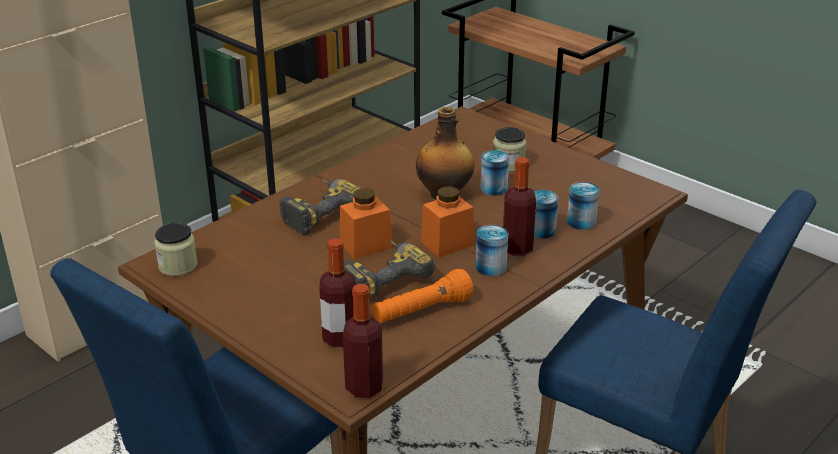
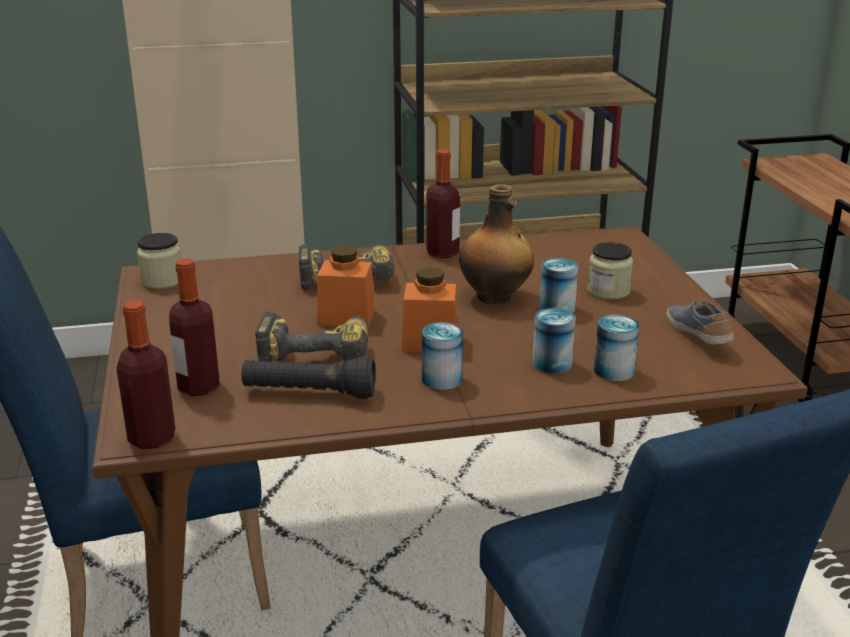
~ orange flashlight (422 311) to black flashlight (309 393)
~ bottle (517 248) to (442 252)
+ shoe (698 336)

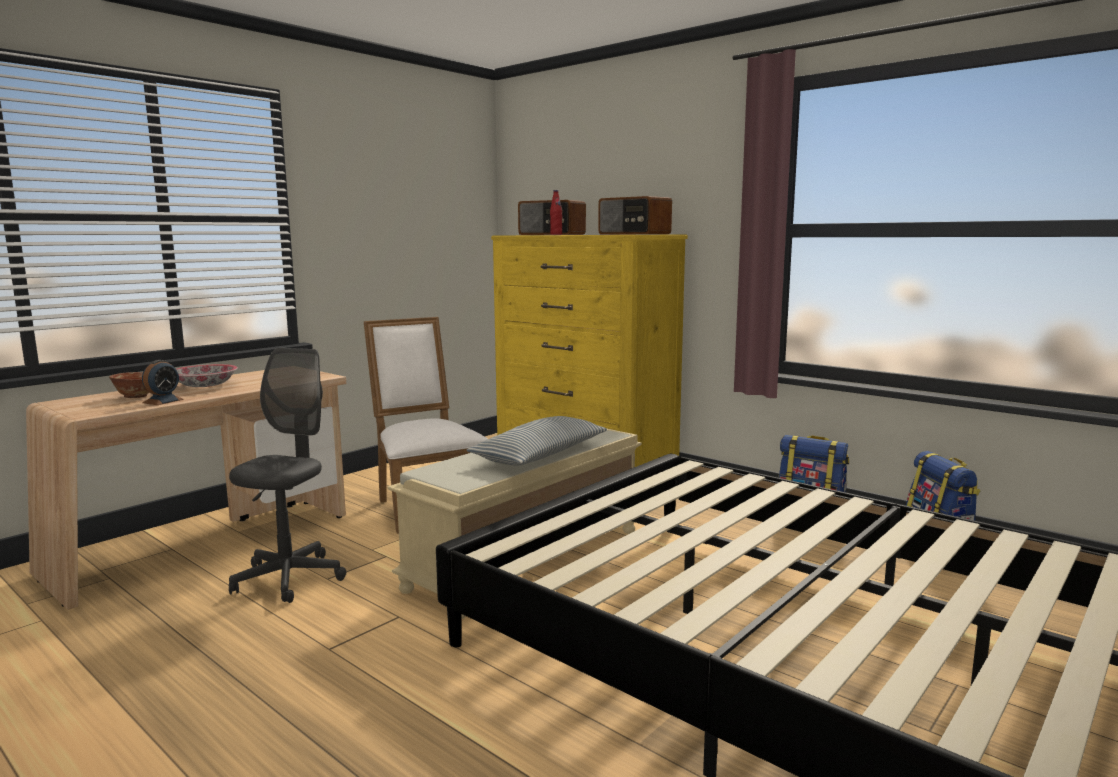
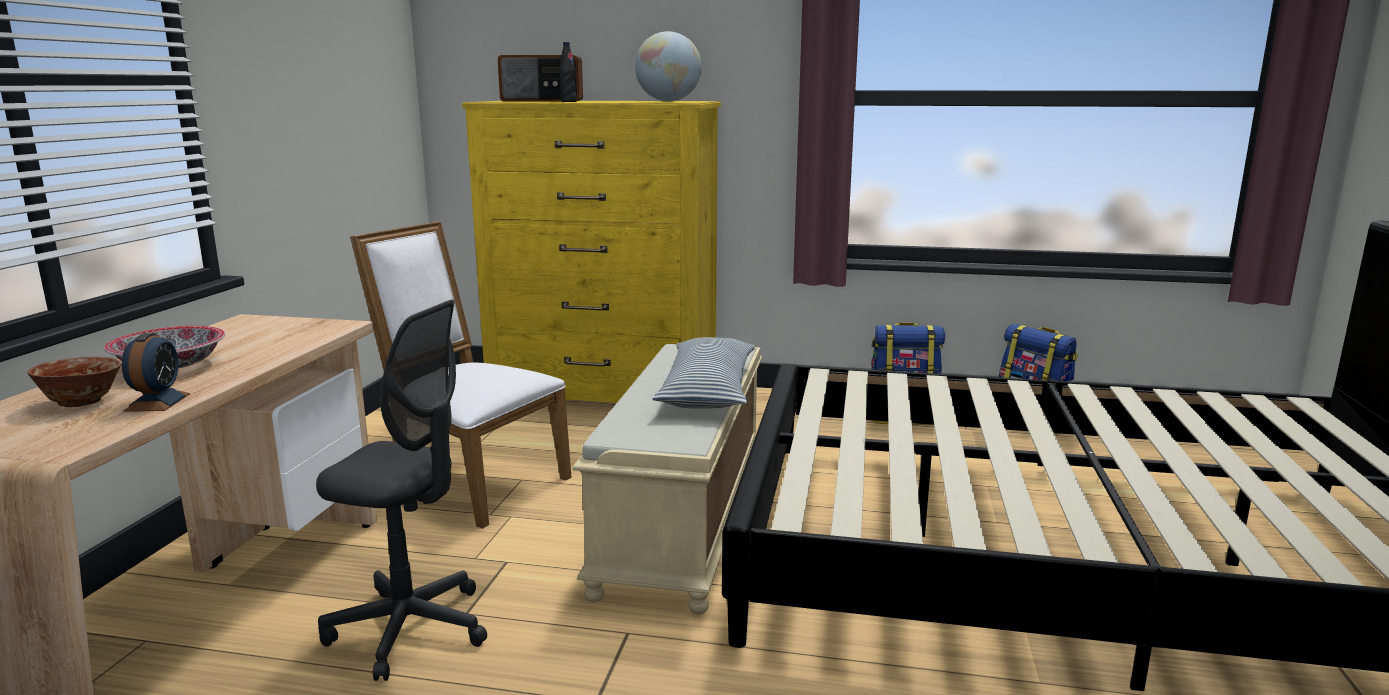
~ grey office chair (289 579) = (410 629) 120 degrees clockwise
~ red bottle (556 234) to black bottle (568 102)
~ radio (634 234) to globe (668 101)

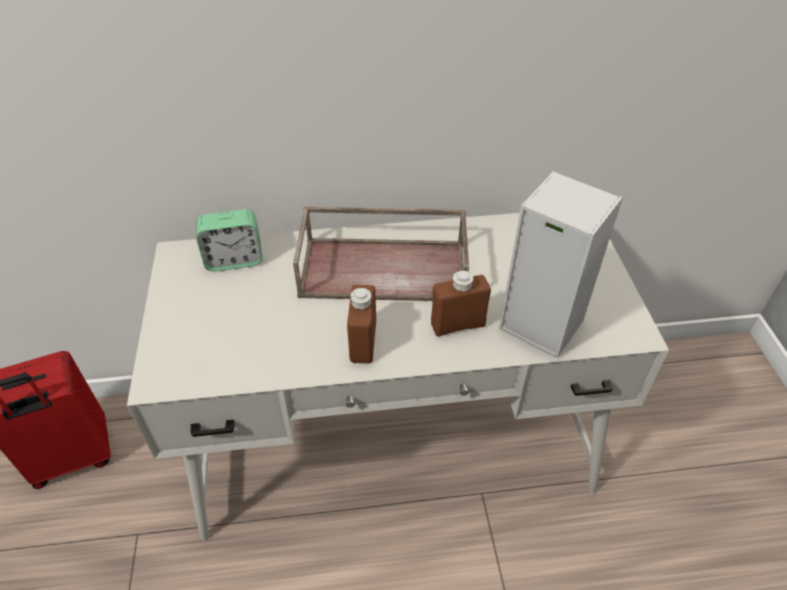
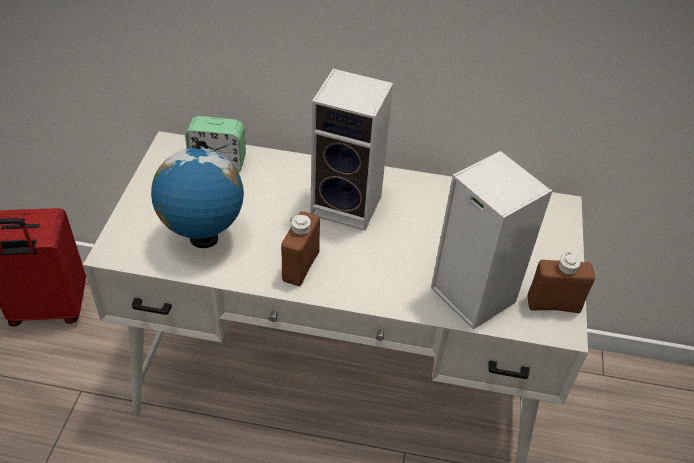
~ brown tray (385 268) to speaker (349 205)
~ brown bottle (457 325) to (553 304)
+ globe (203 239)

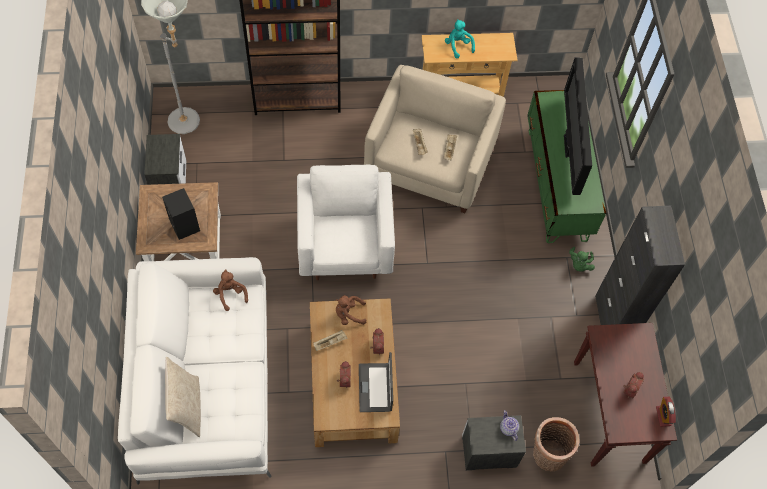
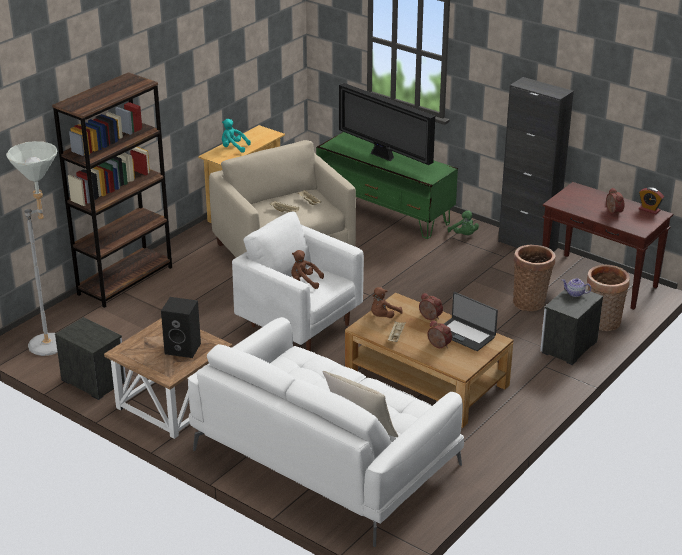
~ brown plush toy (230 294) to (304 282)
+ basket (530 302)

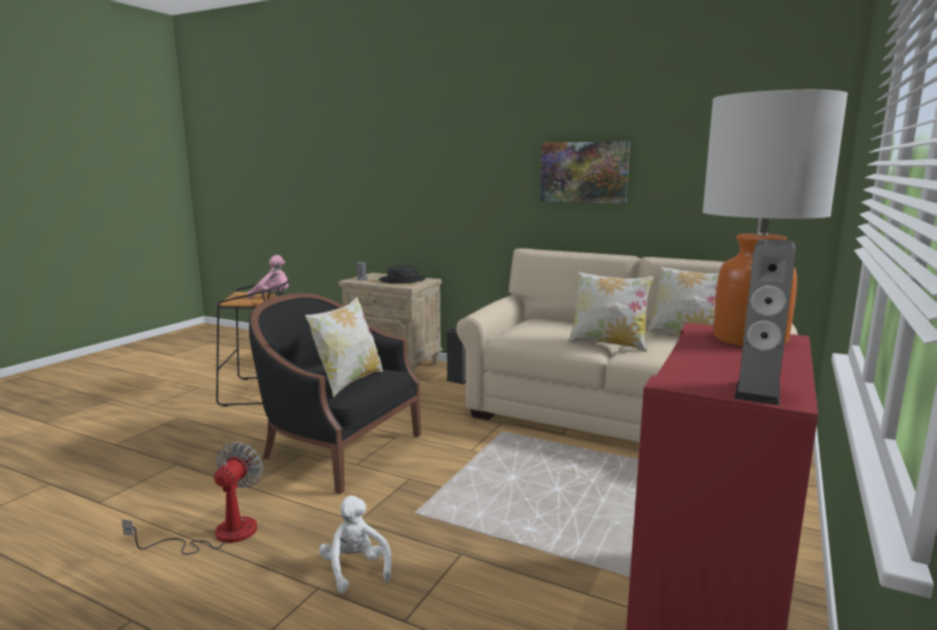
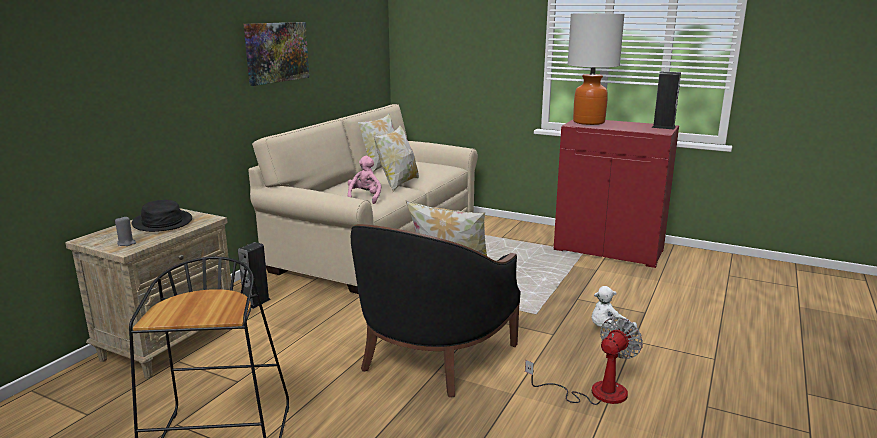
~ fan (219 535) = (595 392) 120 degrees clockwise
~ pink plush toy (273 296) to (365 198)

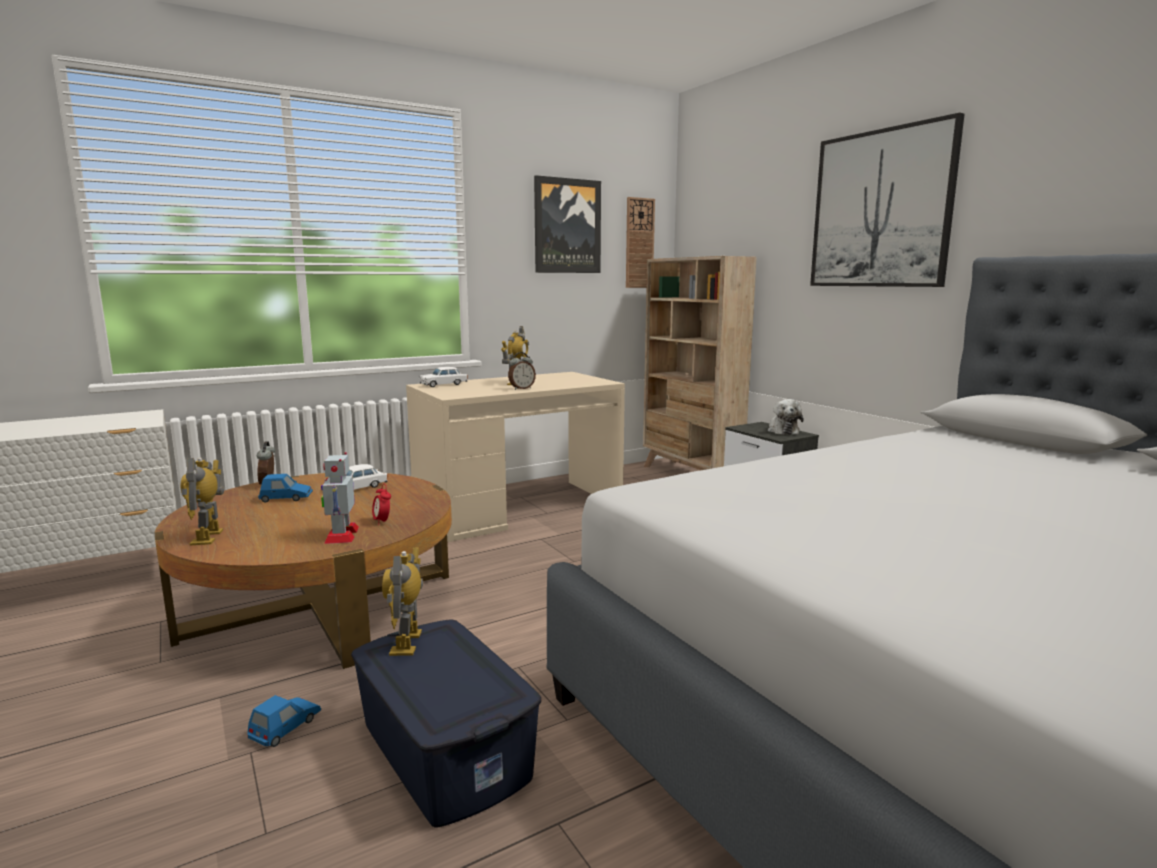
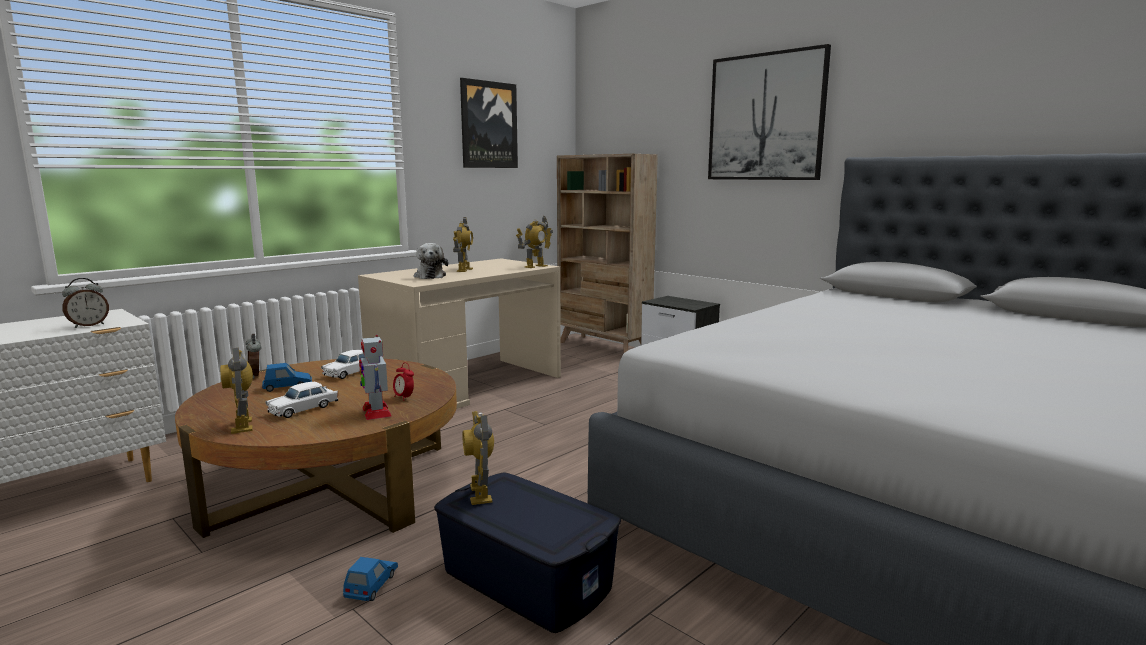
~ white toy car (444 384) to (303 409)
~ alarm clock (521 388) to (88 325)
- wall clock (639 243)
~ plush toy (782 430) to (430 276)
+ toy robot (535 266)

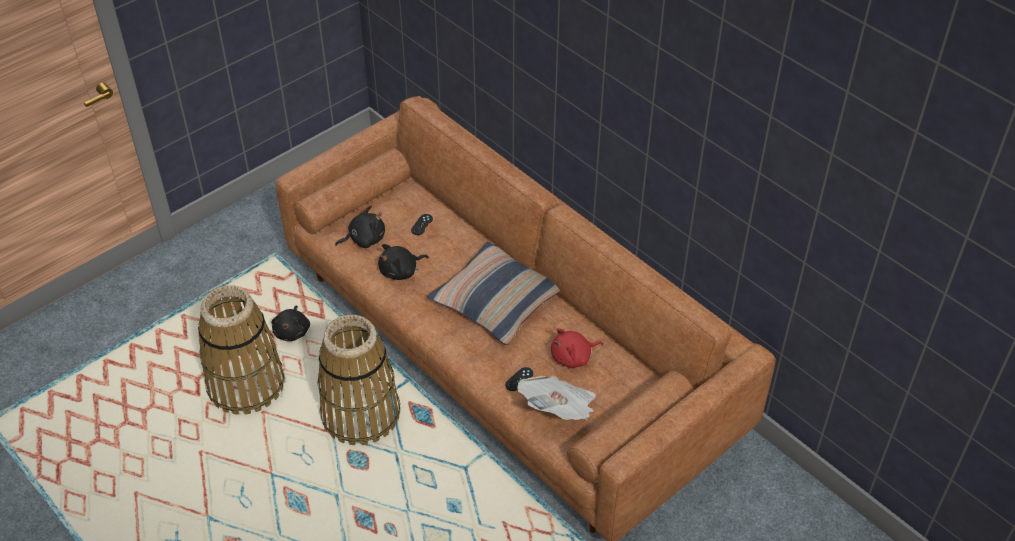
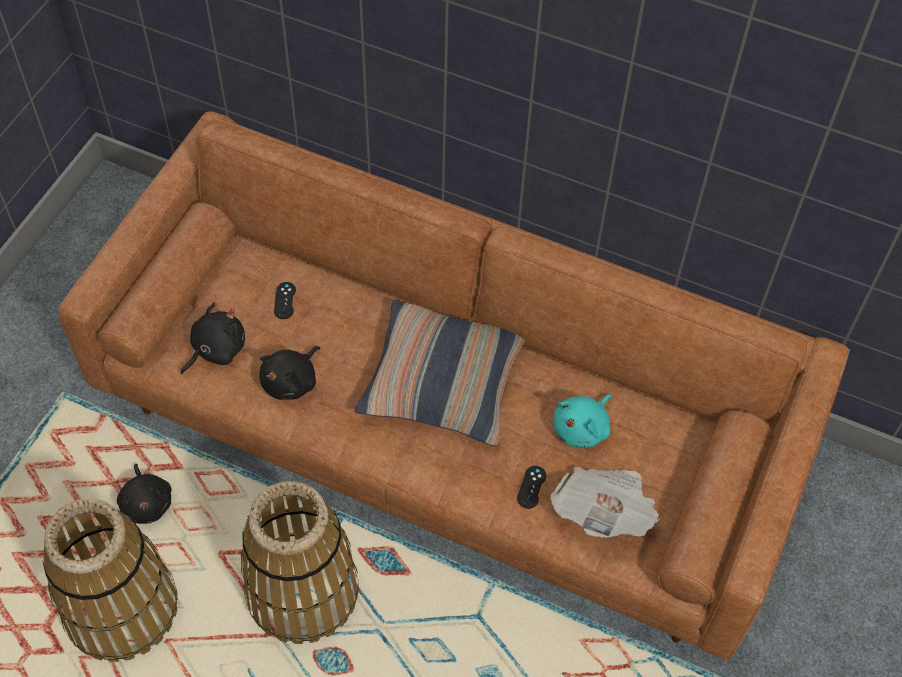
~ red plush toy (573 357) to turquoise plush toy (582 428)

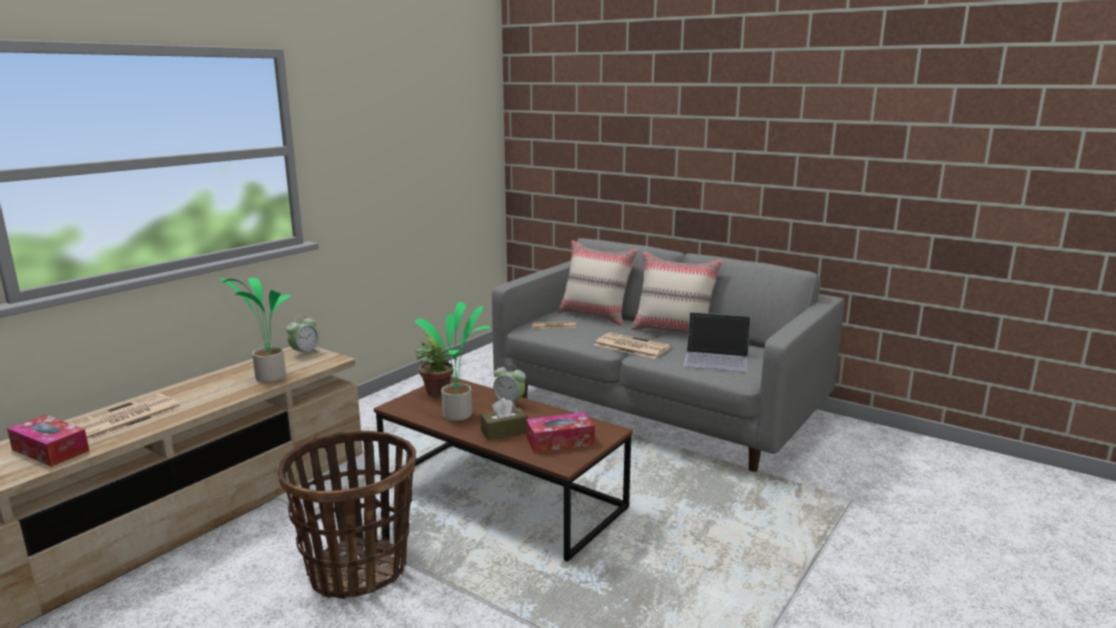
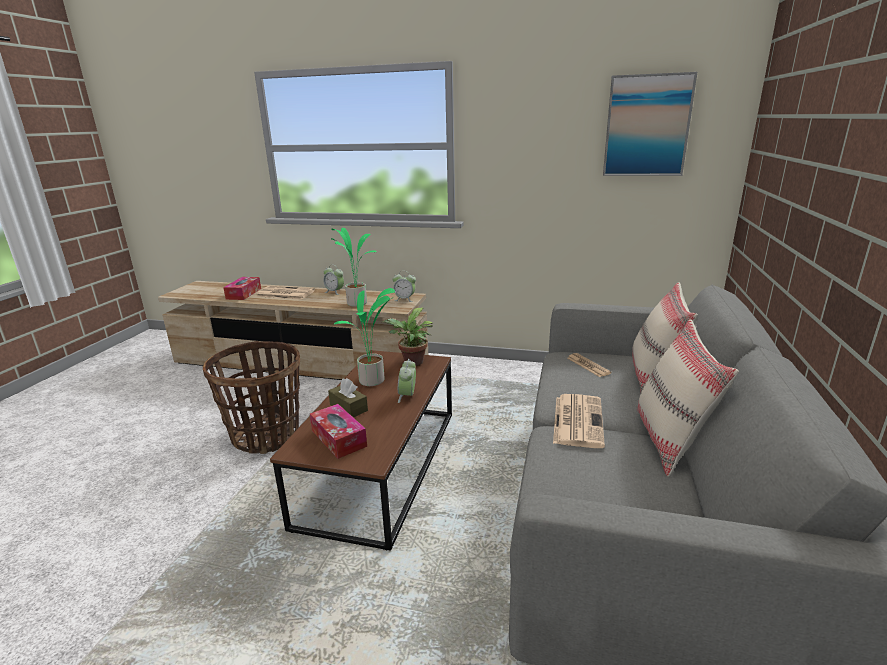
- laptop (717 359)
+ alarm clock (335 292)
+ picture (647 126)

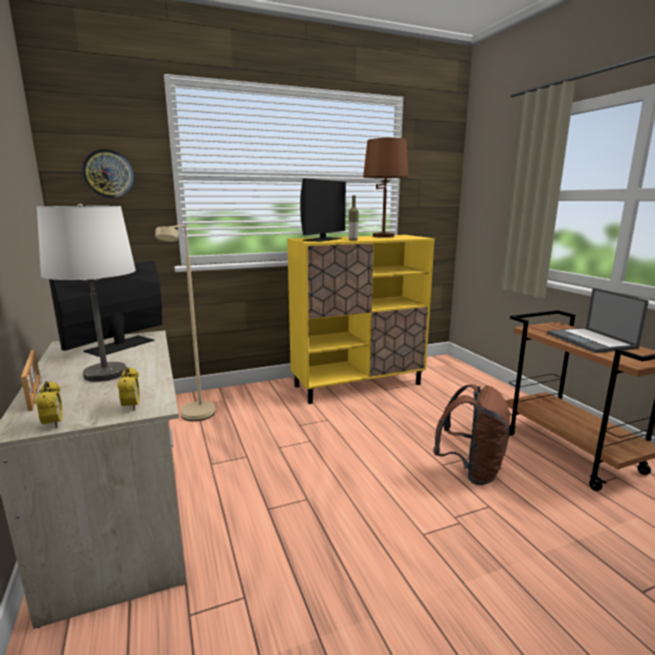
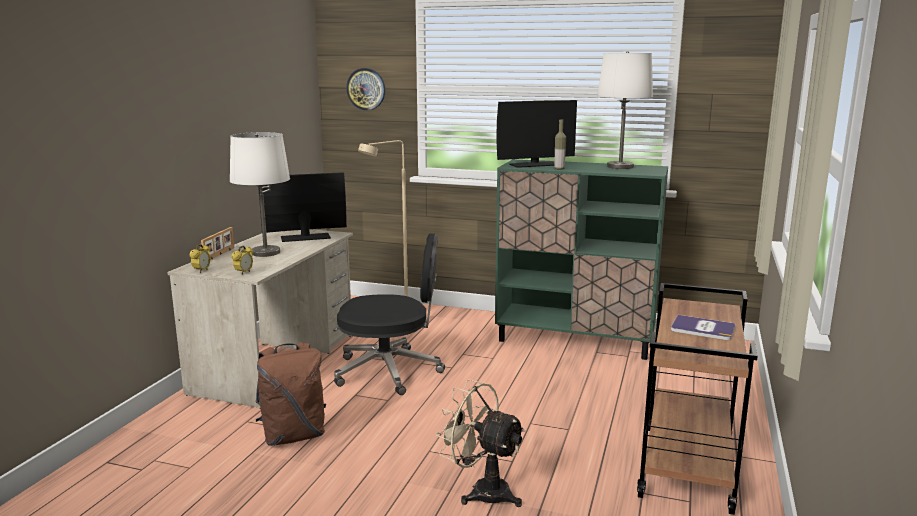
~ yellow cabinet (358 385) to green cabinet (575 340)
~ brown table lamp (383 236) to white table lamp (620 167)
~ brown backpack (471 470) to (293 436)
~ laptop (591 341) to book (702 329)
+ black office chair (390 371)
+ beige fan (482 491)

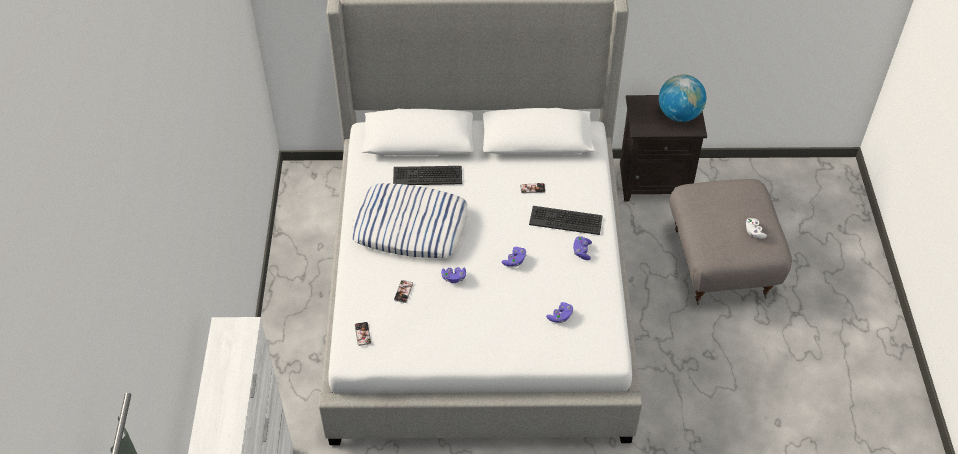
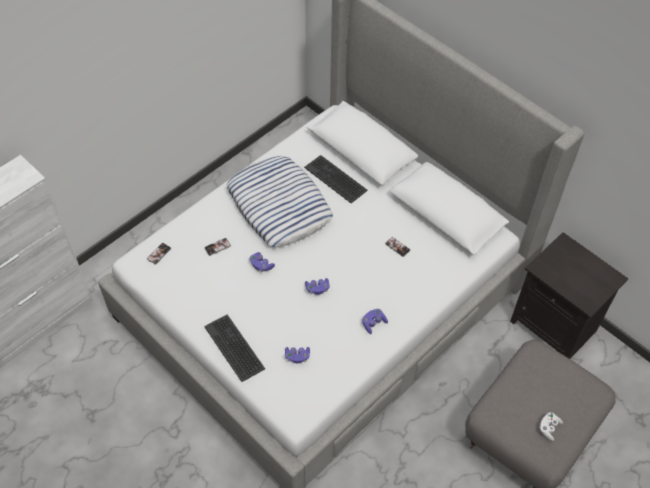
~ keyboard (566 220) to (235 347)
- globe (679 115)

